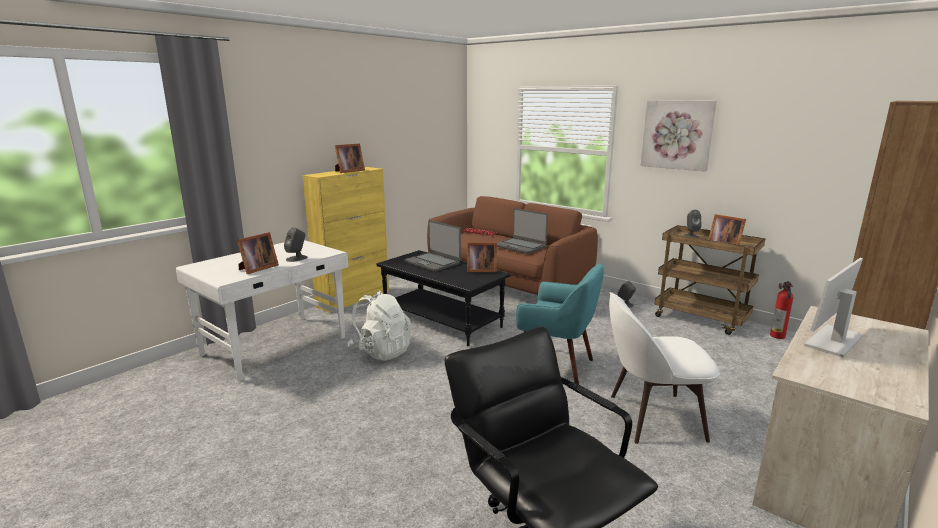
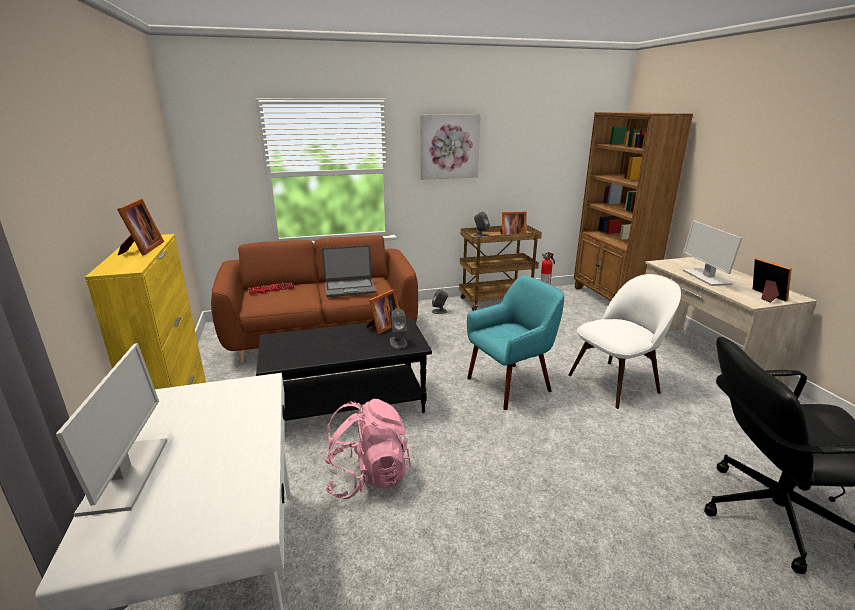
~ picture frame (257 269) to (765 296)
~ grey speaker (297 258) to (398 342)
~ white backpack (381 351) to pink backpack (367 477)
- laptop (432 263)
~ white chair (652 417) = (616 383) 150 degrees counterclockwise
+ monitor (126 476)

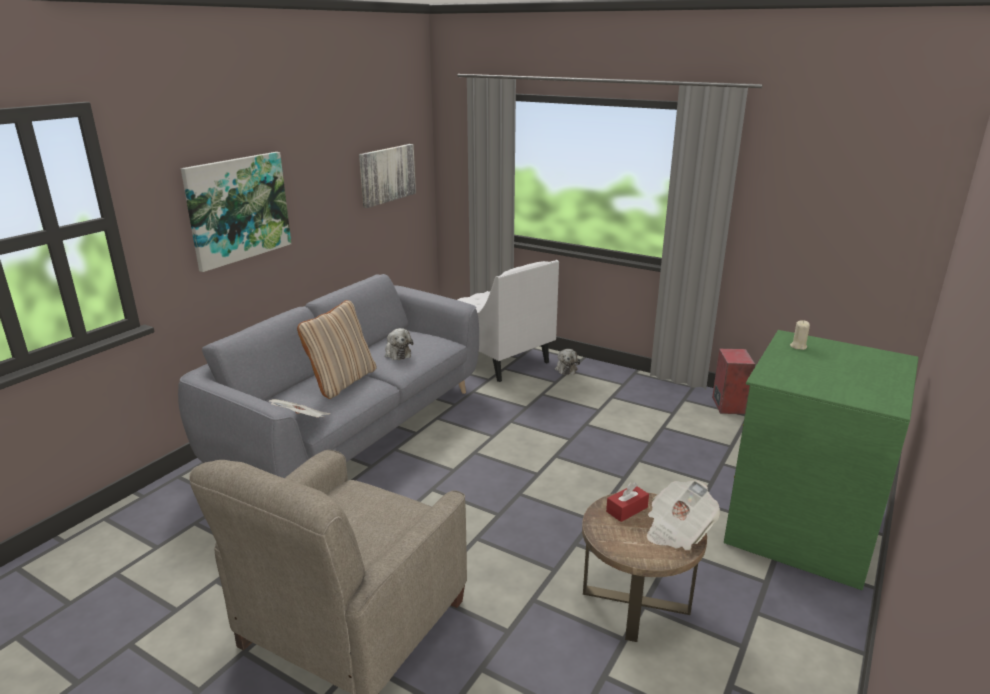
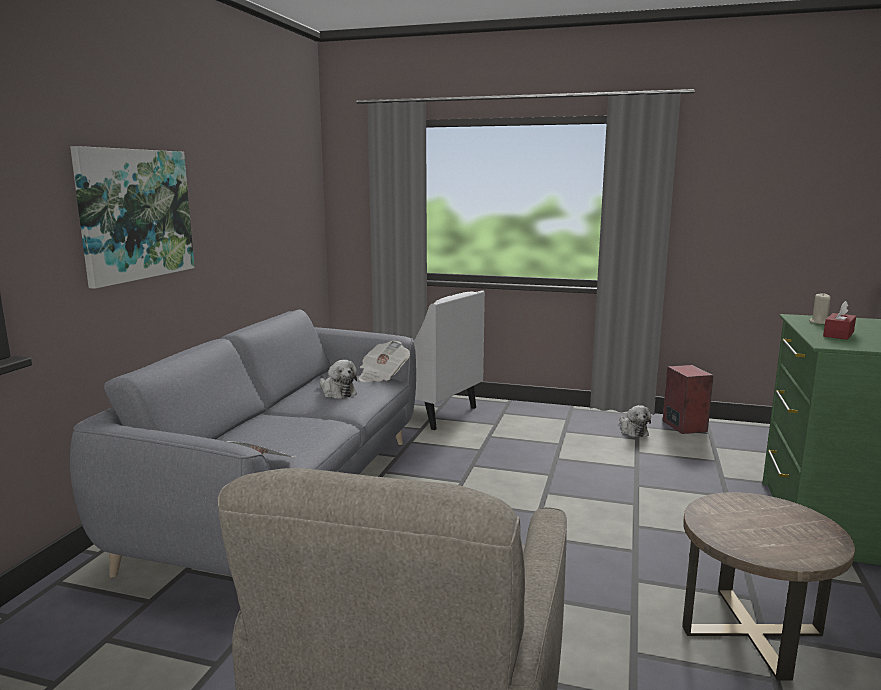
- beige pillow (342 381)
- picture (387 174)
~ plush toy (566 368) to (632 431)
~ red tissue box (627 509) to (838 334)
~ newspaper (677 530) to (382 376)

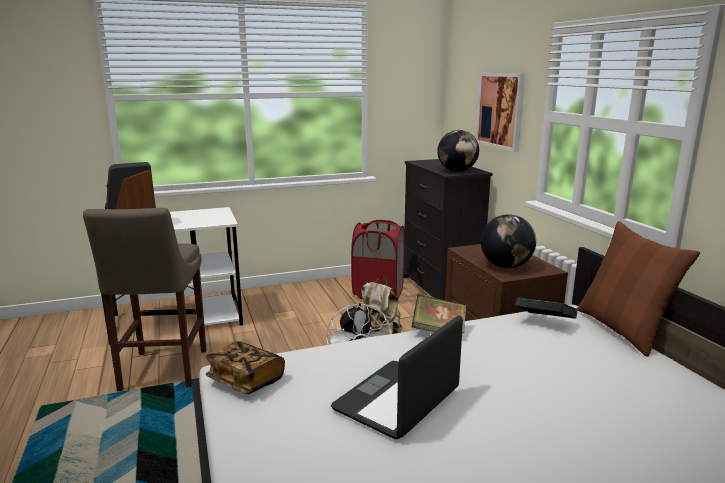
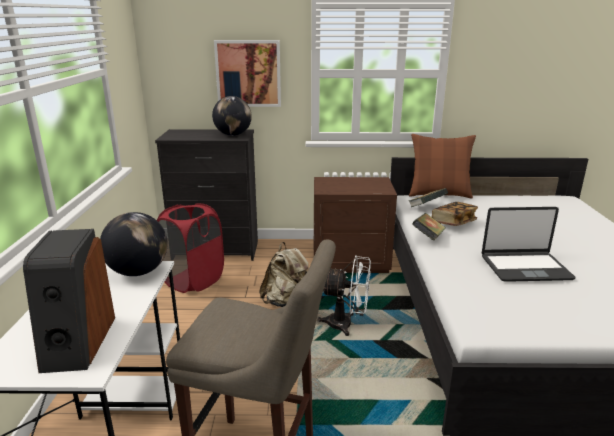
~ book (246 380) to (453 222)
~ laptop (398 400) = (525 267) 60 degrees counterclockwise
~ globe (506 266) to (138 272)

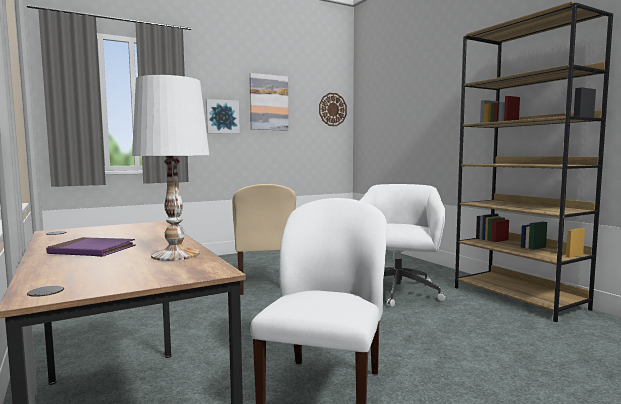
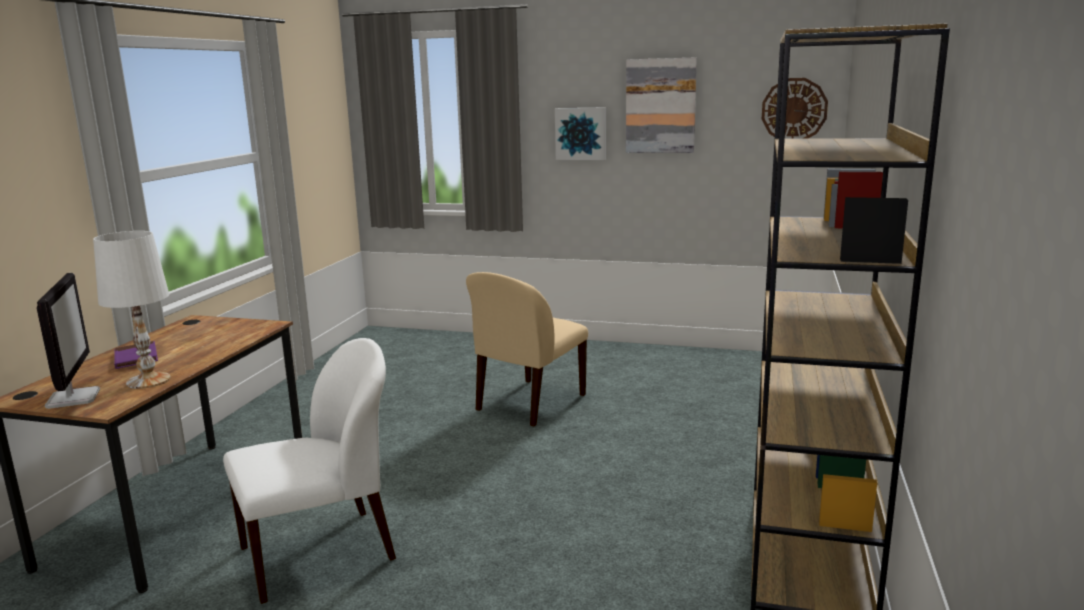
- white office chair (397 293)
+ monitor (73 398)

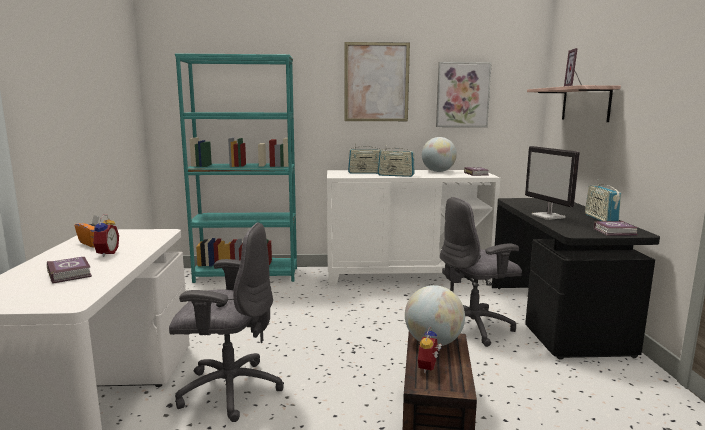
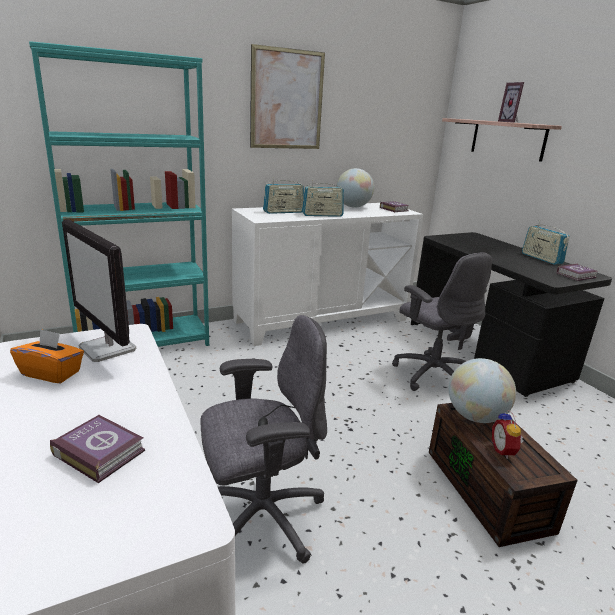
- alarm clock (105 254)
- picture (462 95)
~ grey office chair (474 327) = (432 374) 75 degrees counterclockwise
~ monitor (548 216) to (108 349)

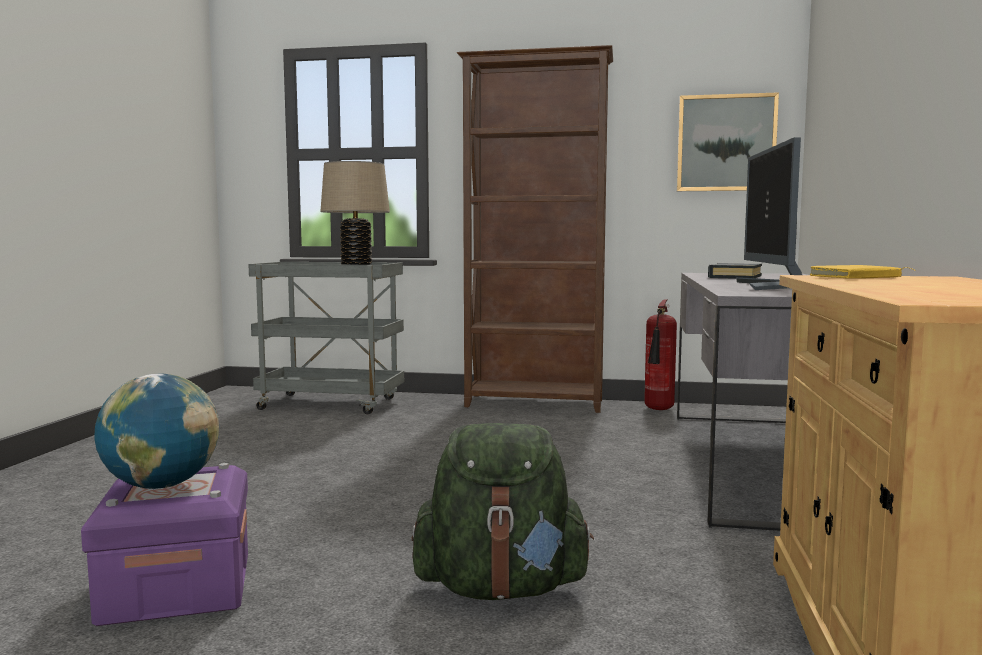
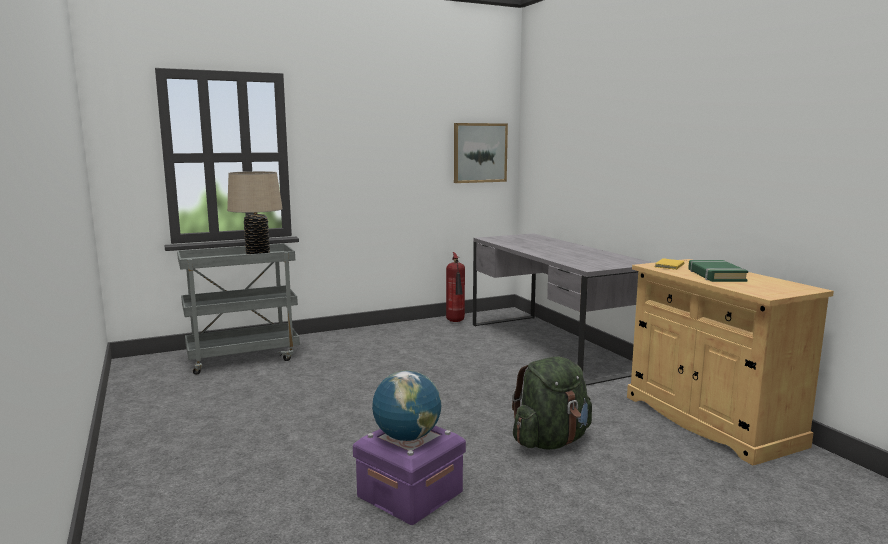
- brown bookcase (535 404)
- black book (735 277)
- monitor (771 286)
+ green book (715 275)

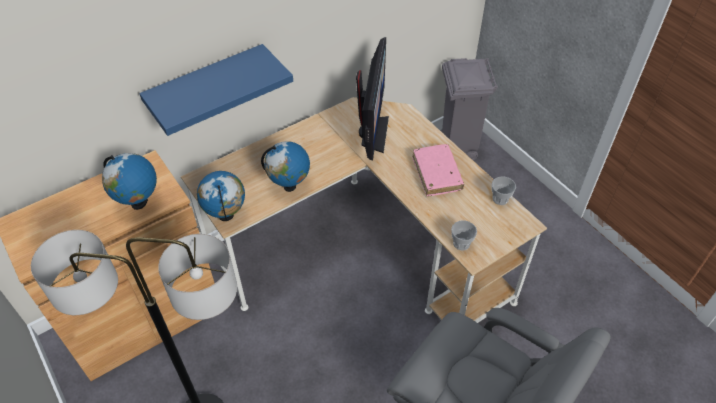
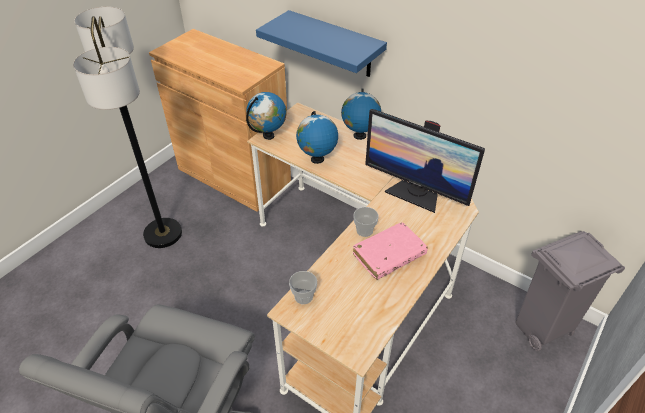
~ globe (139 203) to (359 136)
~ monitor (373 133) = (415 194) 45 degrees clockwise
~ cup (500 199) to (364 230)

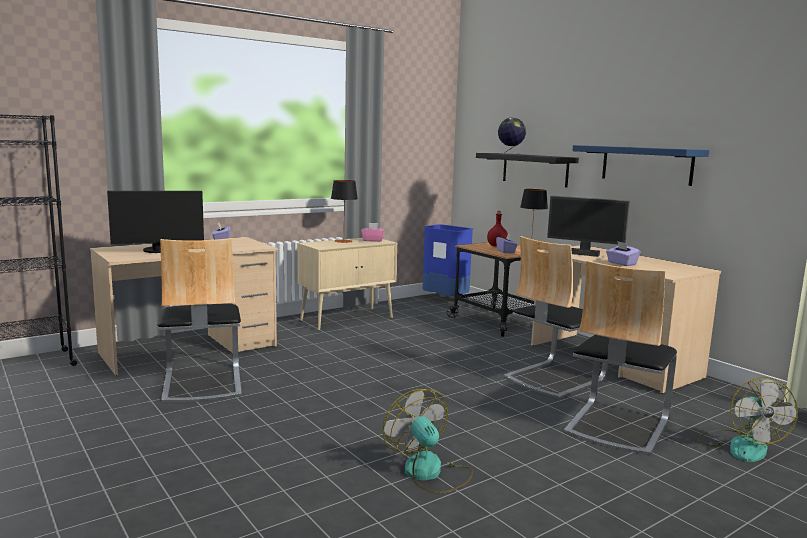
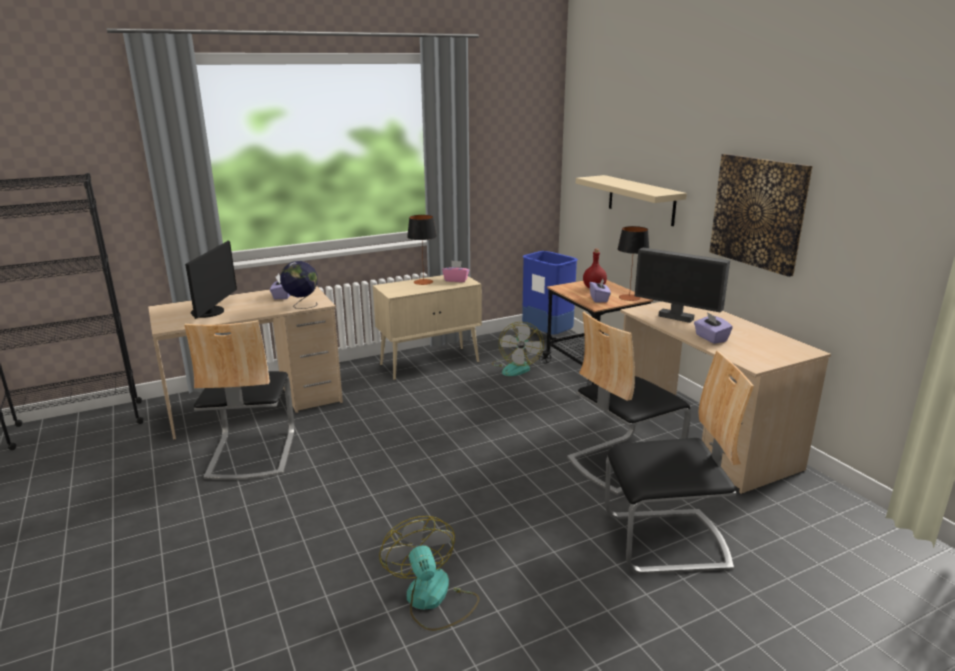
~ monitor (159 251) = (211 312) 75 degrees counterclockwise
~ black shelf (534 169) to beige shelf (641 200)
~ globe (510 154) to (301 305)
~ chair (616 425) = (666 541) 135 degrees counterclockwise
~ blue shelf (646 164) to picture (758 212)
~ fan (741 446) to (516 367)

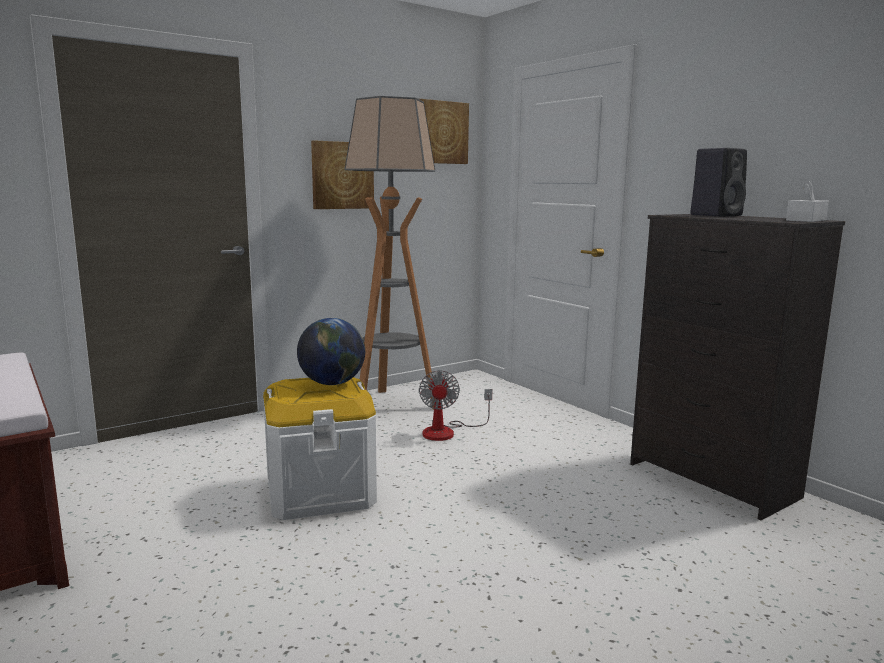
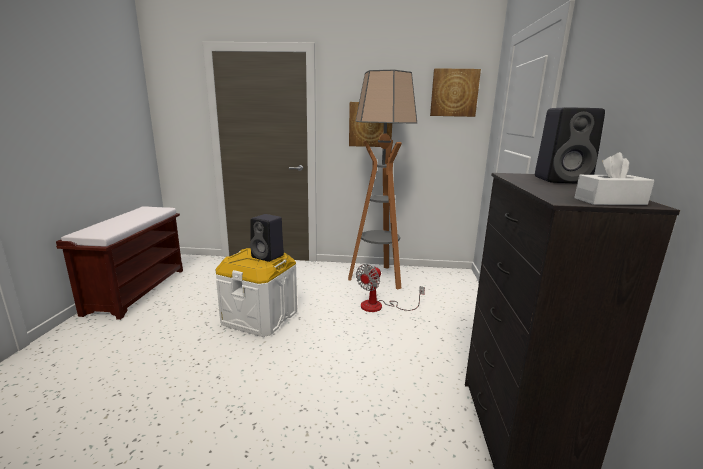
~ globe (332 383) to black speaker (268 256)

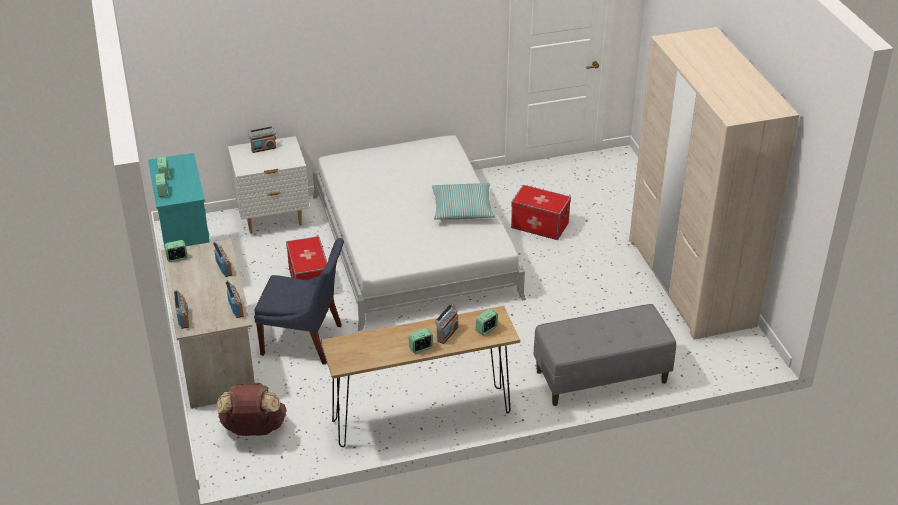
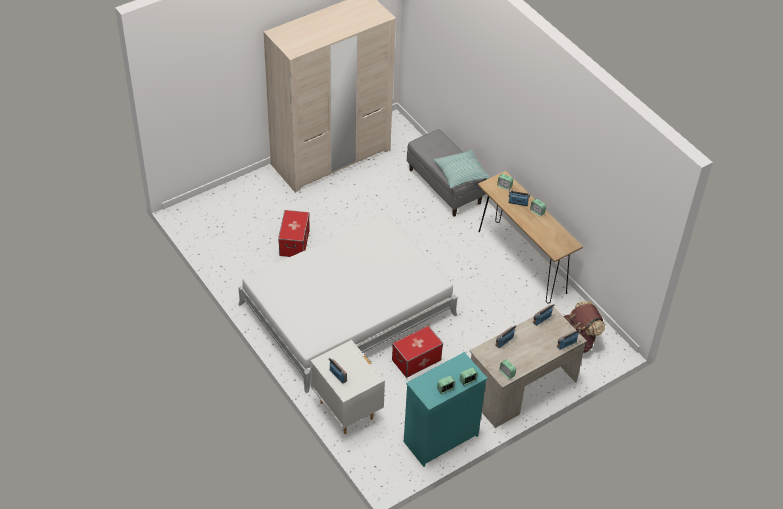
- blue chair (305 341)
~ pillow (462 208) to (461 173)

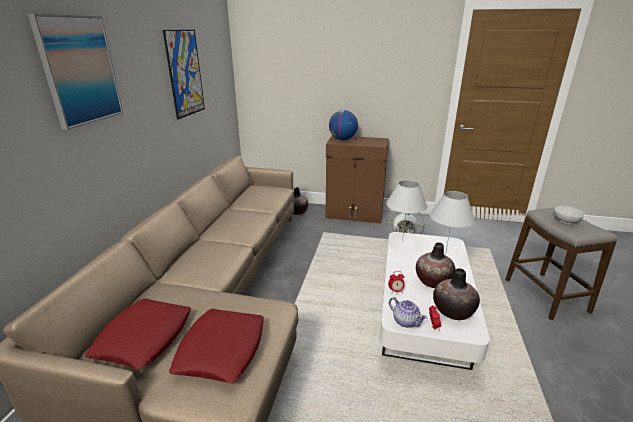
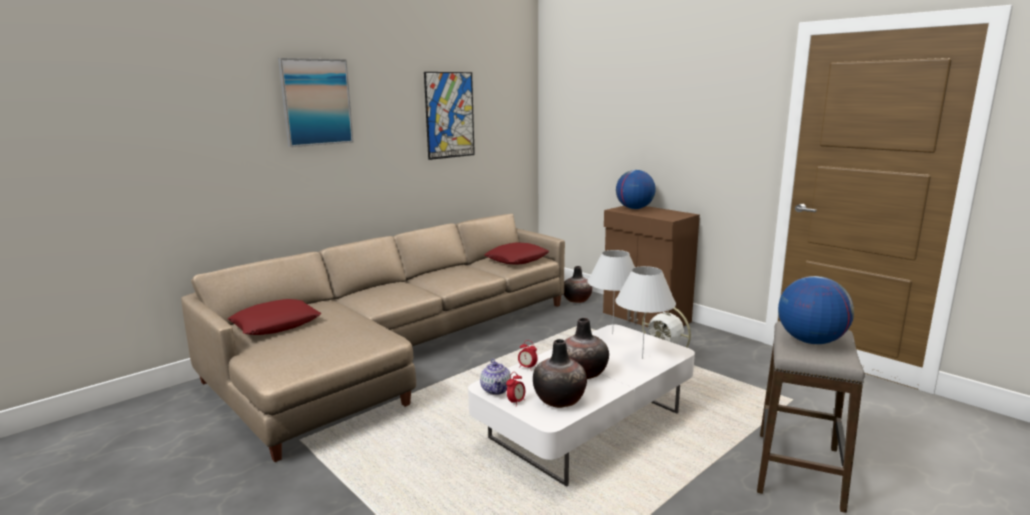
~ red pillow (221 349) to (517 259)
~ white bowl (566 221) to globe (810 341)

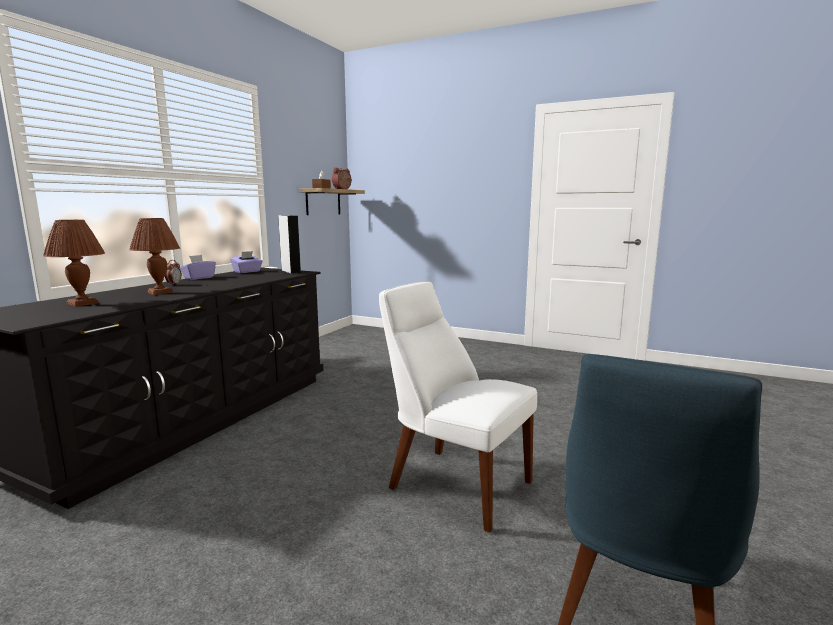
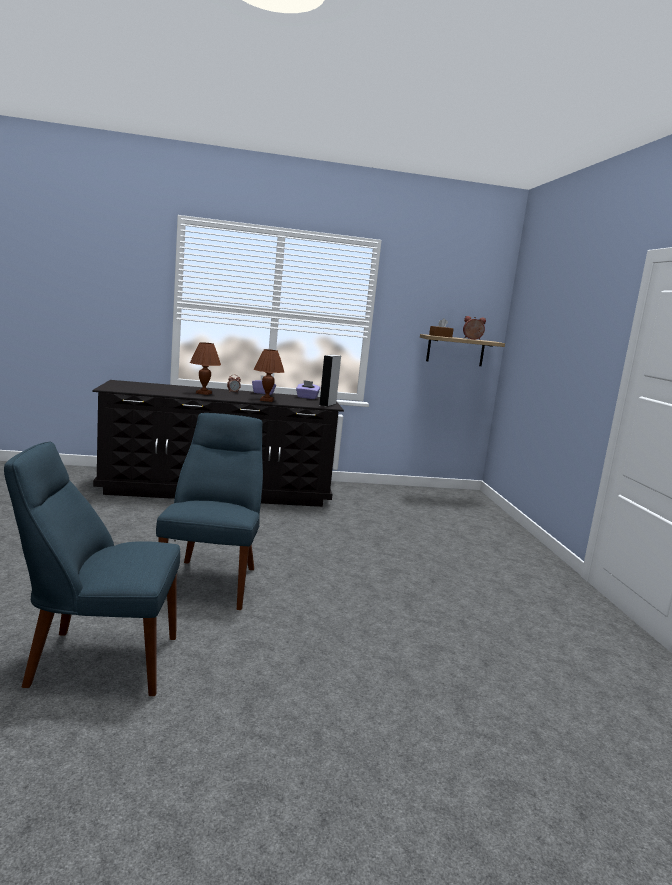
~ brown table lamp (81 303) to (266 400)
~ white chair (454 483) to blue chair (211 581)

